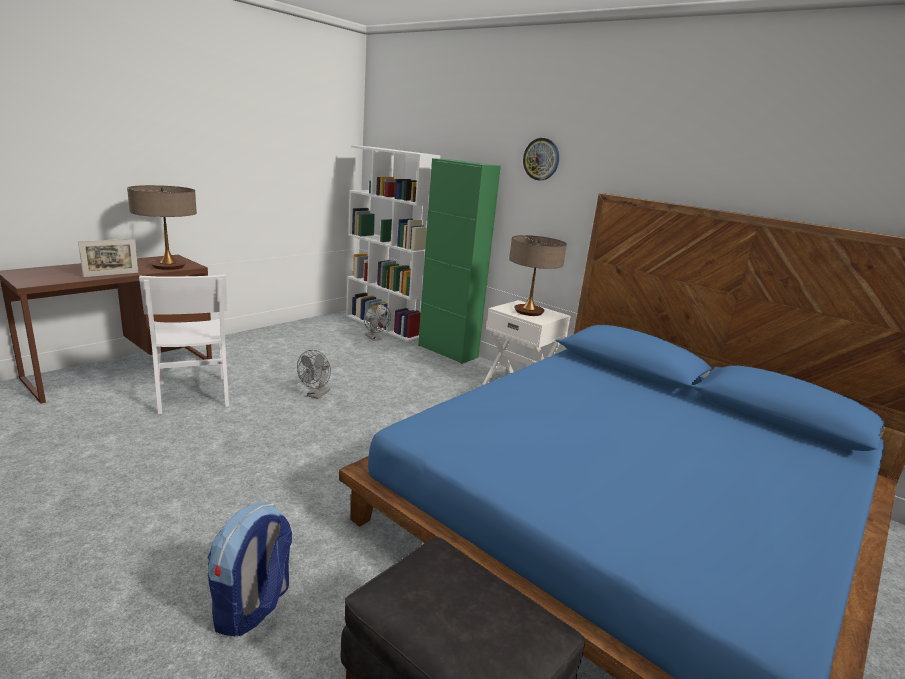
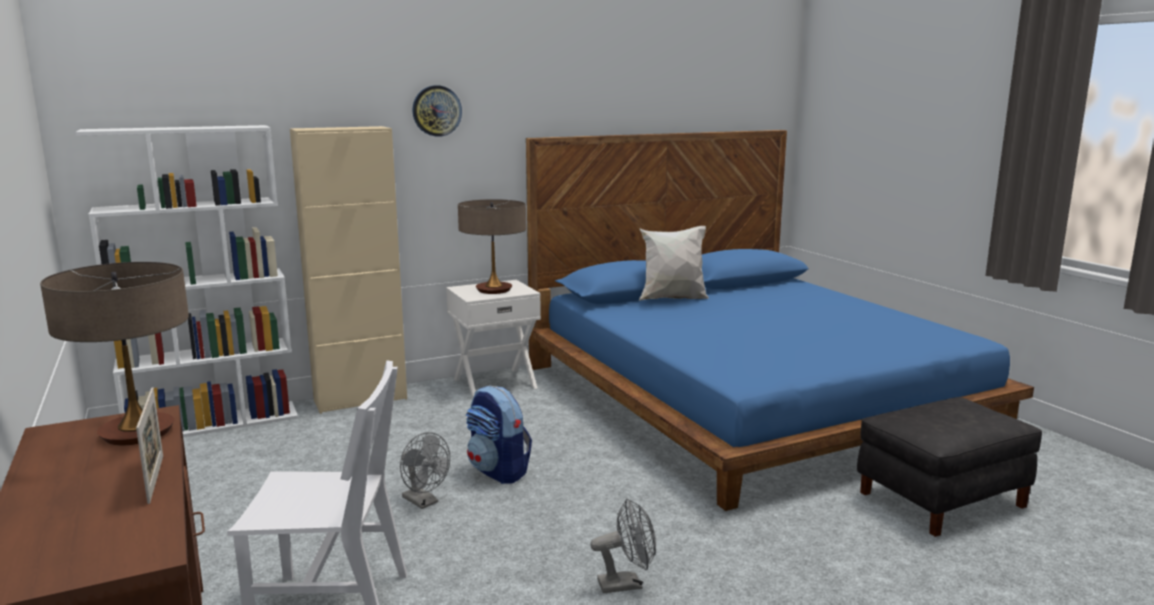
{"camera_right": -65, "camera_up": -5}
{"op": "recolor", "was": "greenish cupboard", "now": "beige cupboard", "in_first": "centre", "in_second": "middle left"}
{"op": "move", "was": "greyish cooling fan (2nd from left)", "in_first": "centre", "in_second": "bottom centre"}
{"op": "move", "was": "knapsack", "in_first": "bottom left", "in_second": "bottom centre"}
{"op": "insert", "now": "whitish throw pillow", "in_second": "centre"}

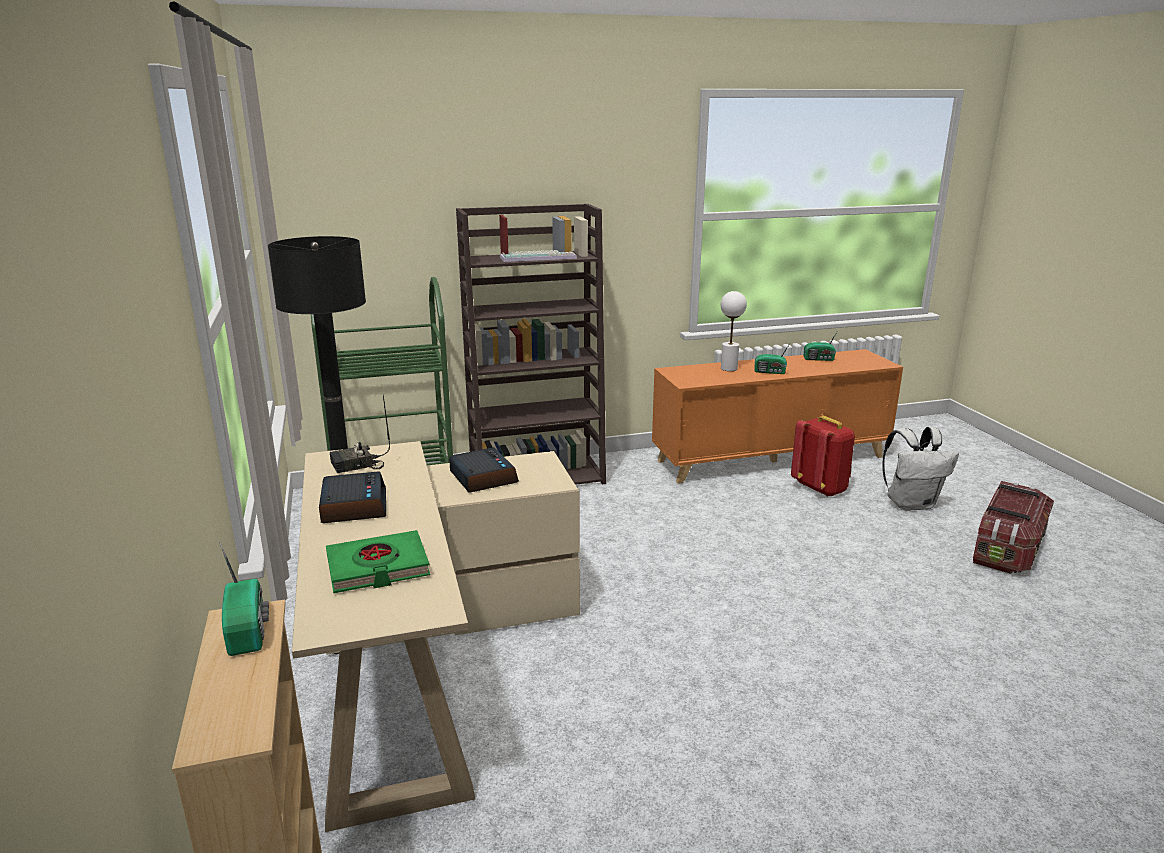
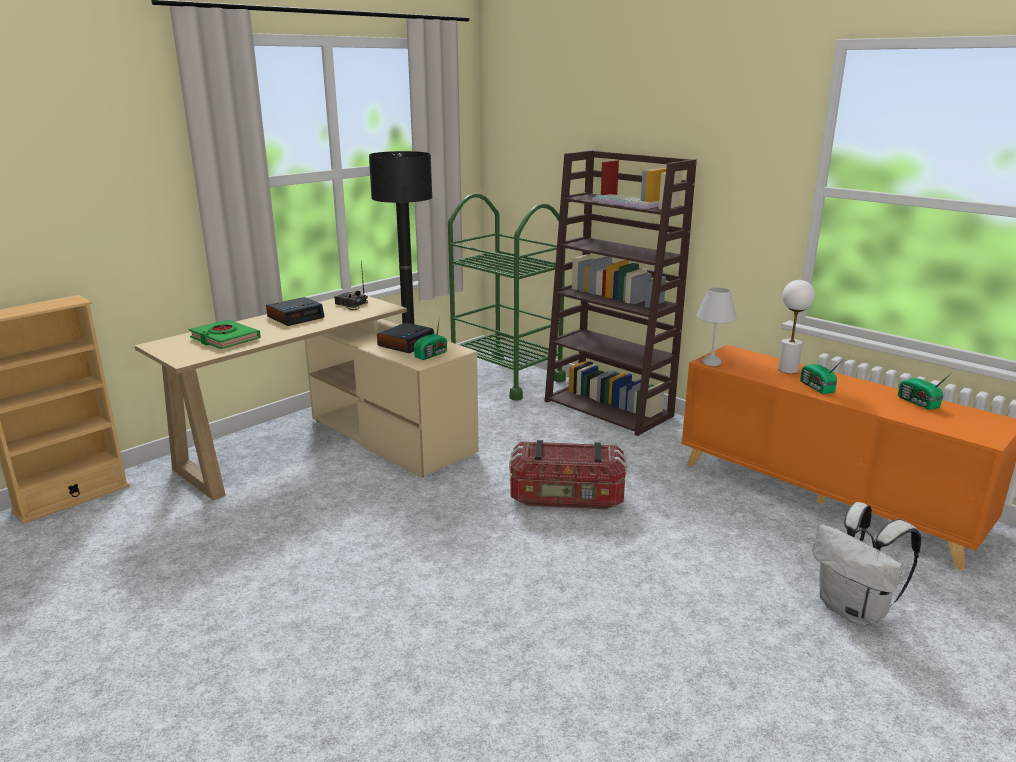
{"camera_right": 60, "camera_up": 0}
{"op": "delete", "was": "reddish knapsack", "in_first": "middle right"}
{"op": "move", "was": "storage bin", "in_first": "middle right", "in_second": "centre"}
{"op": "move", "was": "radio receiver (1st from left in the first image)", "now": "radio receiver (2nd from left)", "in_first": "bottom left", "in_second": "centre"}
{"op": "insert", "now": "whitish tabletop lamp (1st from left)", "in_second": "middle right"}

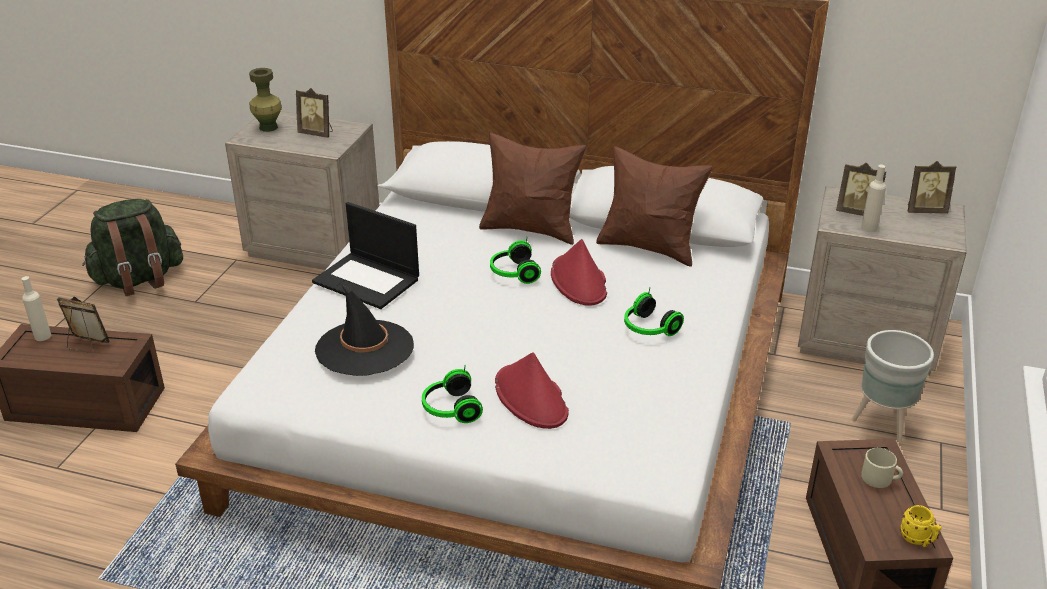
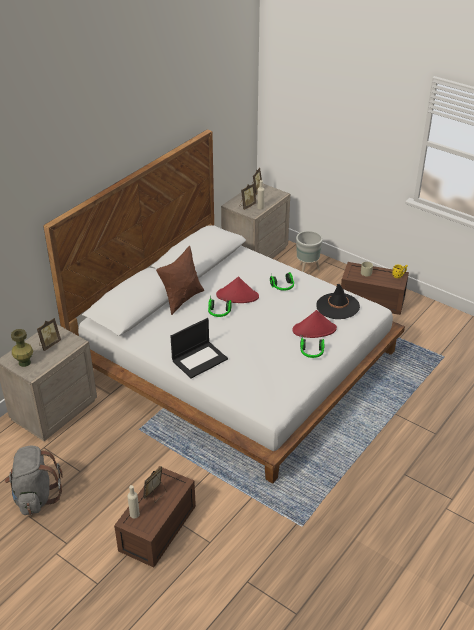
{"camera_right": -70, "camera_up": 5}
{"op": "delete", "was": "brownish throw pillow (2nd from left)", "in_first": "centre"}
{"op": "recolor", "was": "greenish knapsack", "now": "greyish knapsack", "in_first": "middle left", "in_second": "bottom left"}
{"op": "move", "was": "black wearable hat", "in_first": "centre", "in_second": "middle right"}

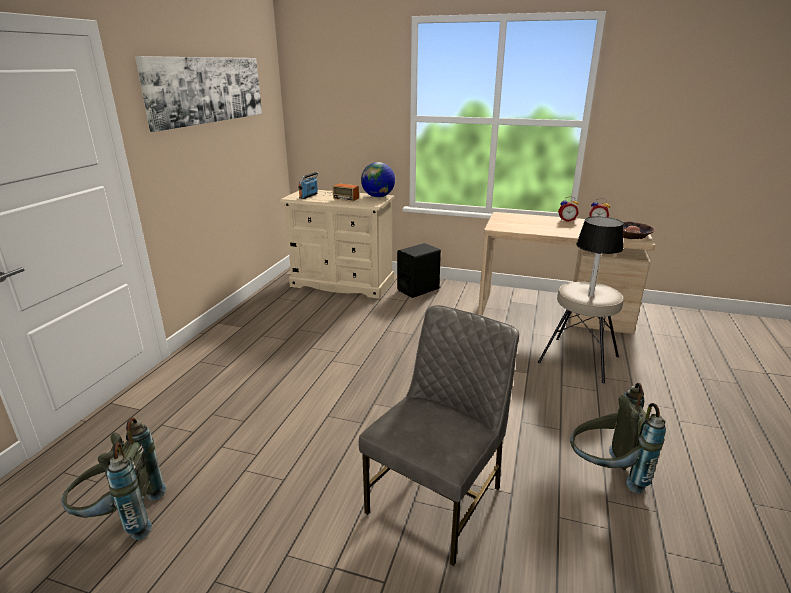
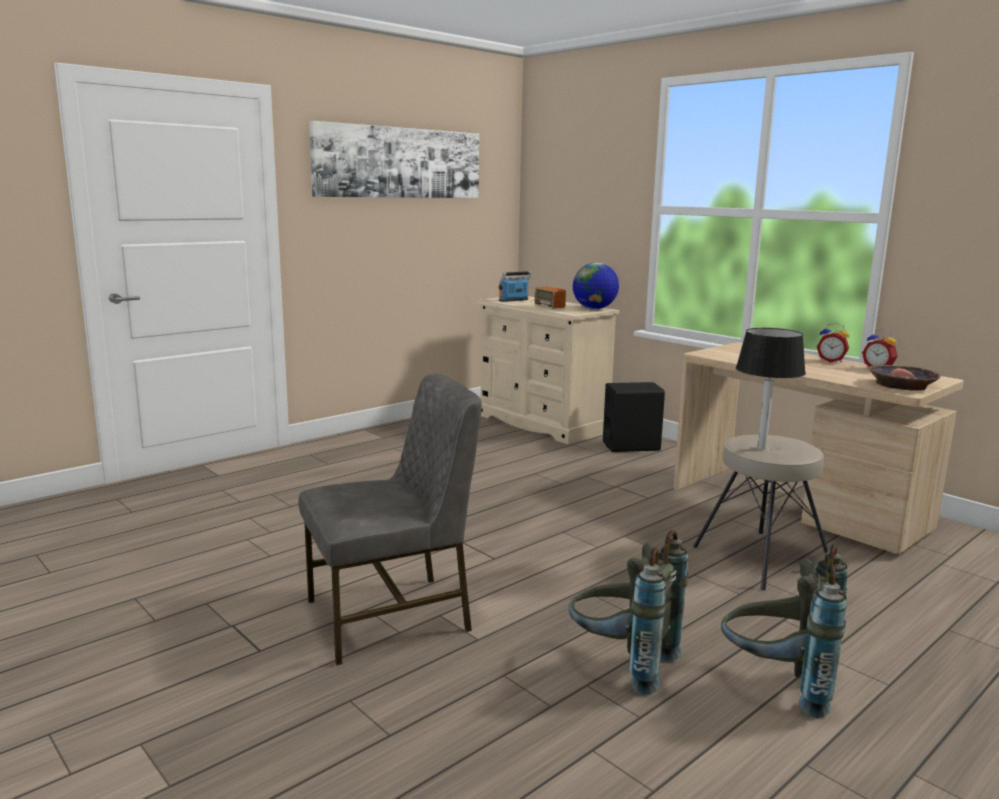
{"camera_right": 30, "camera_up": -10}
{"op": "move", "was": "greyish knapsack (1st from left in the first image)", "now": "greyish knapsack (2nd from left)", "in_first": "bottom left", "in_second": "bottom right"}

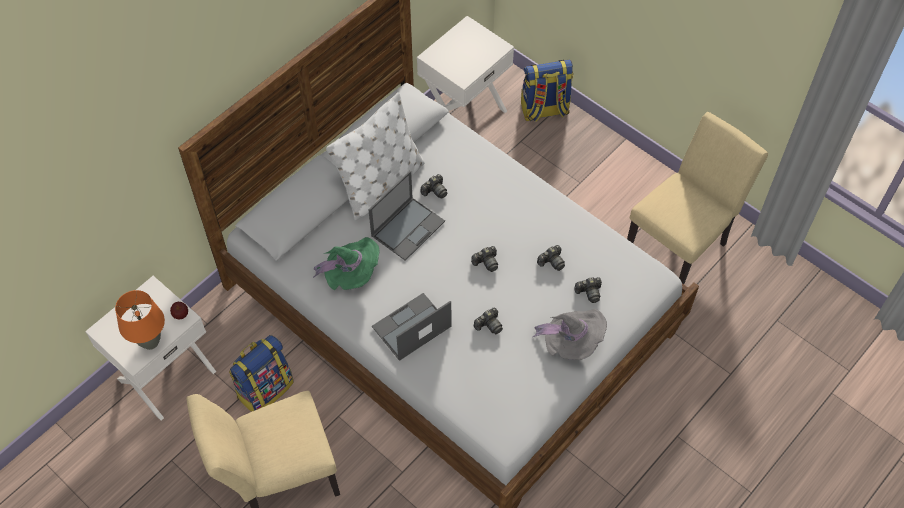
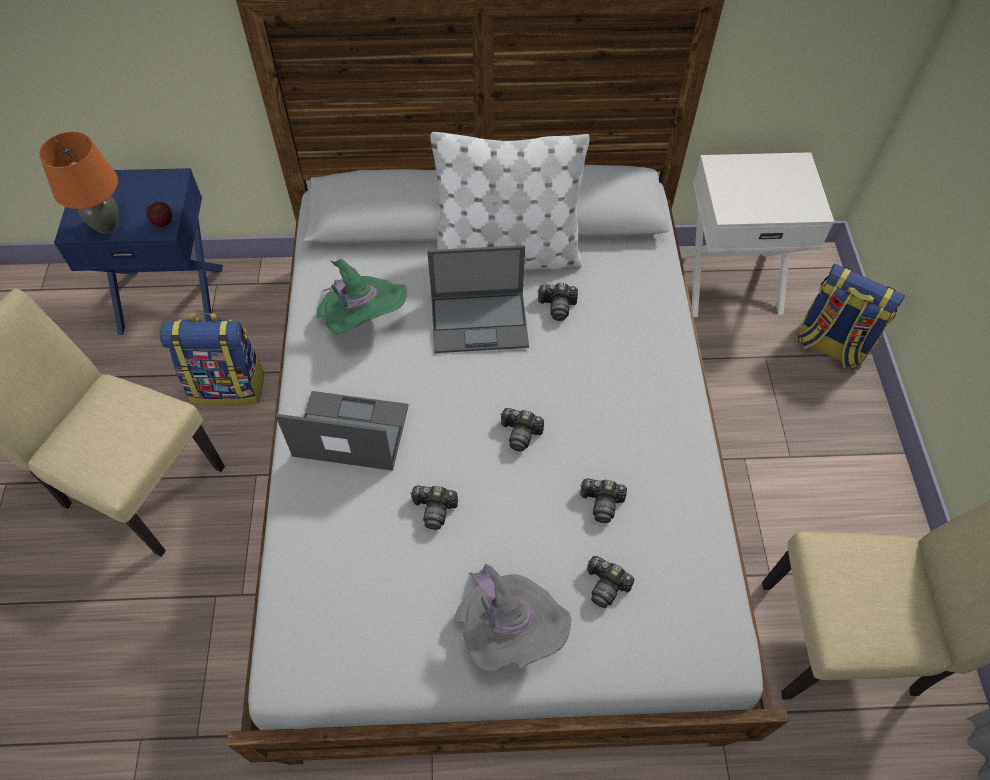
{"camera_right": 45, "camera_up": 0}
{"op": "recolor", "was": "whitish bedside table (1st from left)", "now": "bluish bedside table", "in_first": "bottom left", "in_second": "top left"}

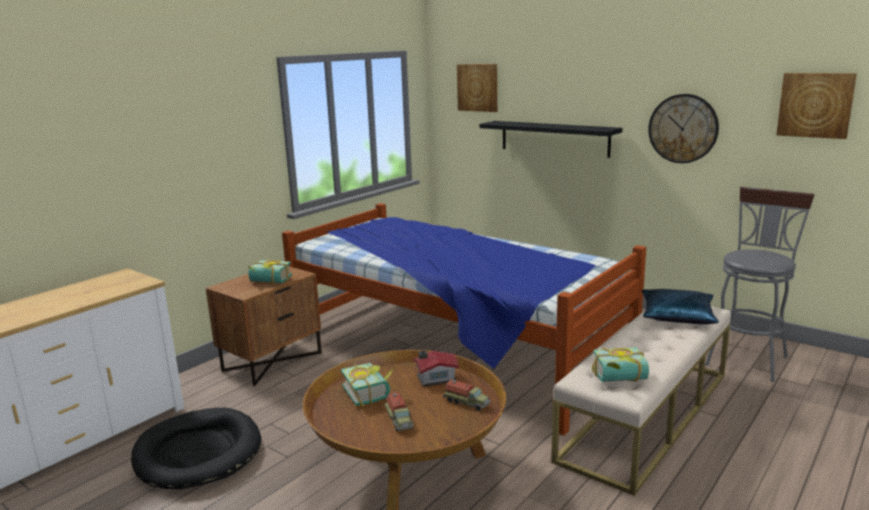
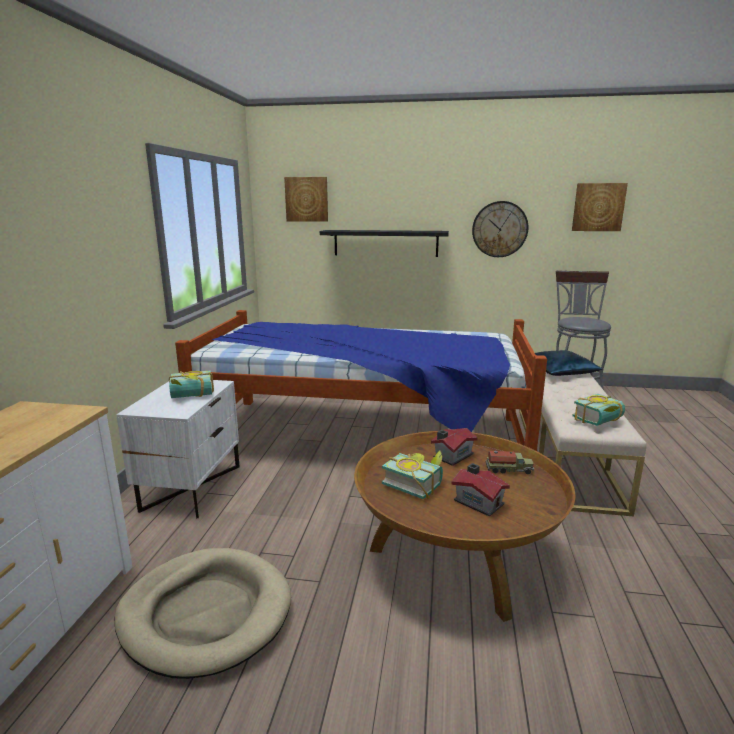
{"camera_right": -30, "camera_up": 0}
{"op": "recolor", "was": "brownish bedside table", "now": "whitish bedside table", "in_first": "middle left", "in_second": "middle left"}
{"op": "replace", "was": "toy lorry (1st from left)", "now": "model house (2nd from left)", "in_first": "bottom centre", "in_second": "bottom centre"}
{"op": "recolor", "was": "black dog bed", "now": "beige dog bed", "in_first": "bottom left", "in_second": "bottom left"}

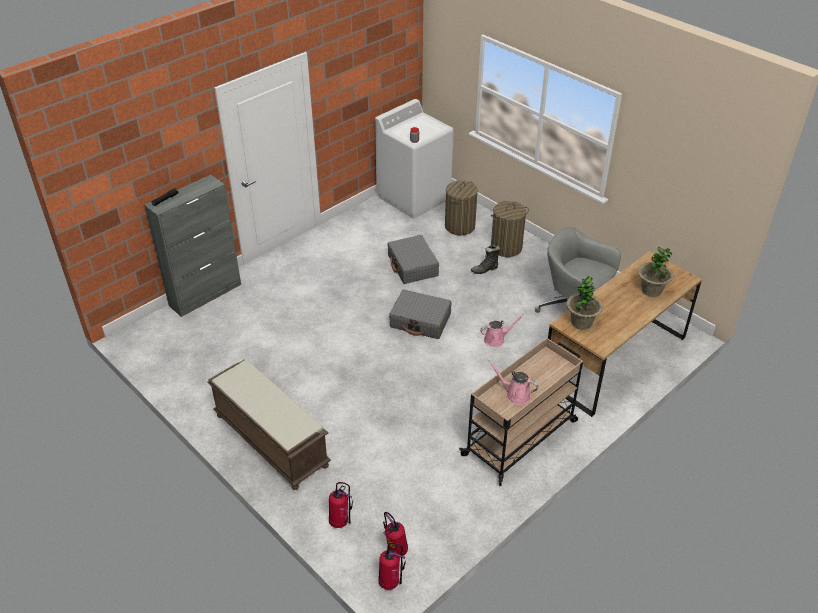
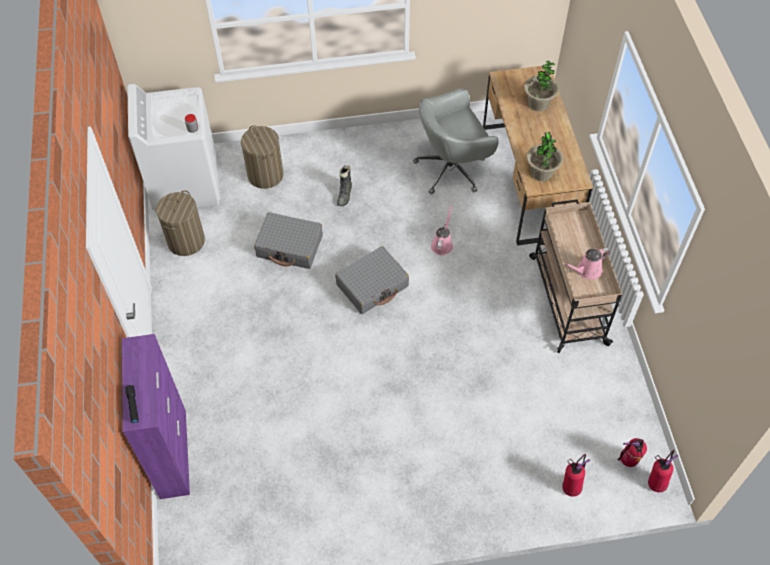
{"camera_right": -55, "camera_up": 15}
{"op": "recolor", "was": "greyish cupboard", "now": "purplish cupboard", "in_first": "middle left", "in_second": "bottom left"}
{"op": "move", "was": "laundry basket (2nd from left in the first image)", "now": "laundry basket (1st from left)", "in_first": "centre", "in_second": "middle left"}
{"op": "delete", "was": "brownish indoor bench", "in_first": "bottom left"}

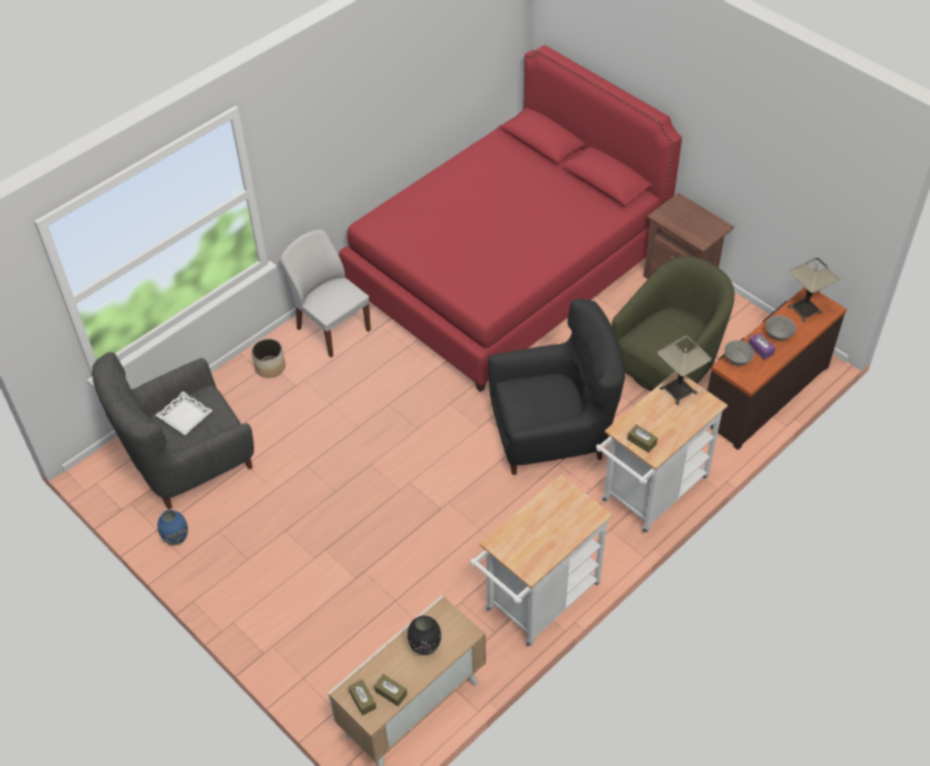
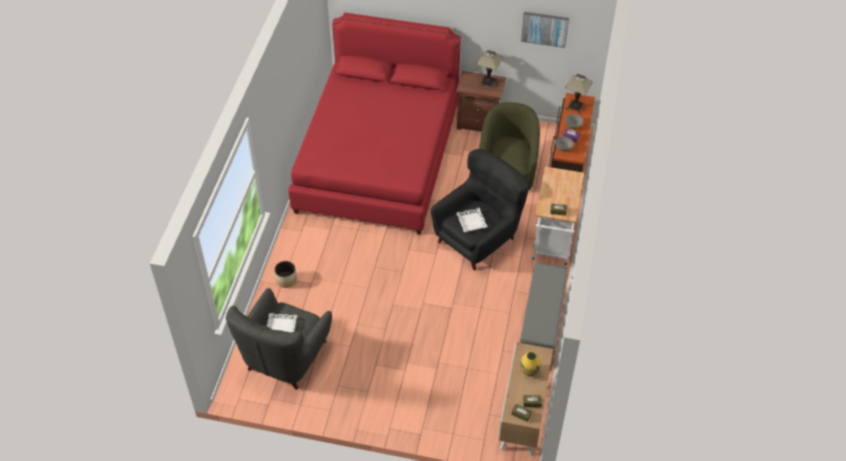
{"camera_right": -35, "camera_up": 0}
{"op": "delete", "was": "whitish upright chair", "in_first": "centre"}
{"op": "move", "was": "tabletop lamp (1st from left)", "in_first": "middle right", "in_second": "top centre"}
{"op": "replace", "was": "whitish wheeled cart (1st from left)", "now": "greyish indoor bench", "in_first": "bottom centre", "in_second": "bottom centre"}
{"op": "delete", "was": "bluish vase", "in_first": "bottom left"}
{"op": "recolor", "was": "black vase", "now": "yellow vase", "in_first": "bottom centre", "in_second": "bottom centre"}
{"op": "insert", "now": "wall art", "in_second": "top centre"}
{"op": "insert", "now": "whitish carrying tray (2nd from left)", "in_second": "centre"}

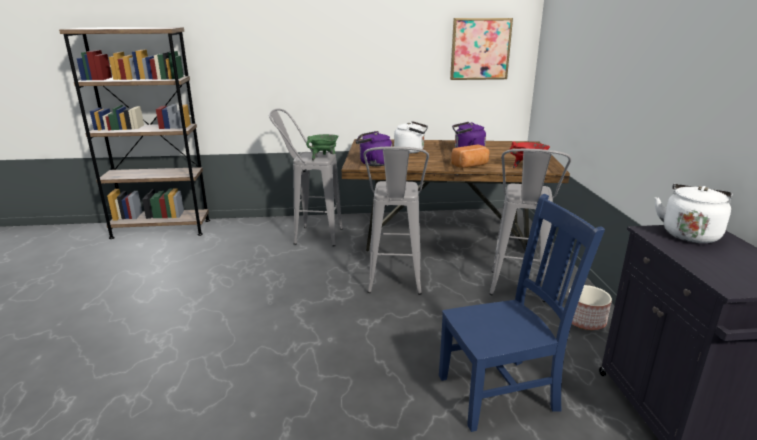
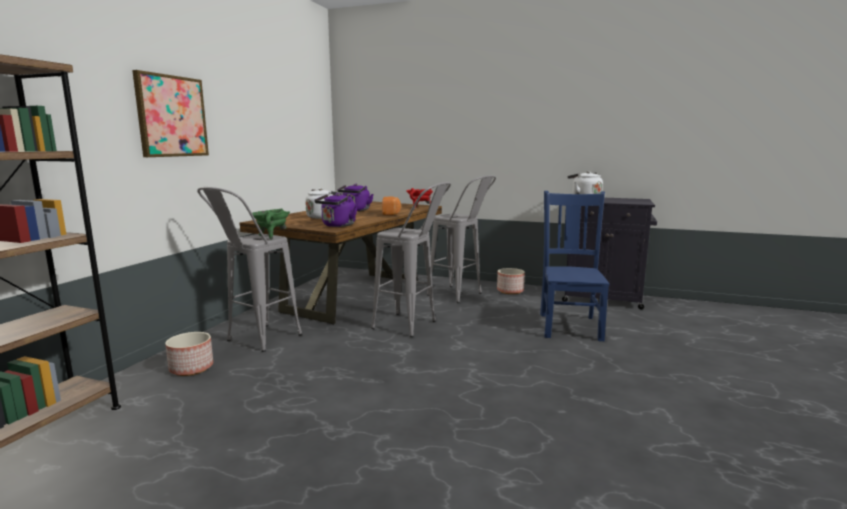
{"camera_right": -65, "camera_up": -10}
{"op": "move", "was": "wall art", "in_first": "top centre", "in_second": "top left"}
{"op": "insert", "now": "planter (1st from left)", "in_second": "bottom left"}

